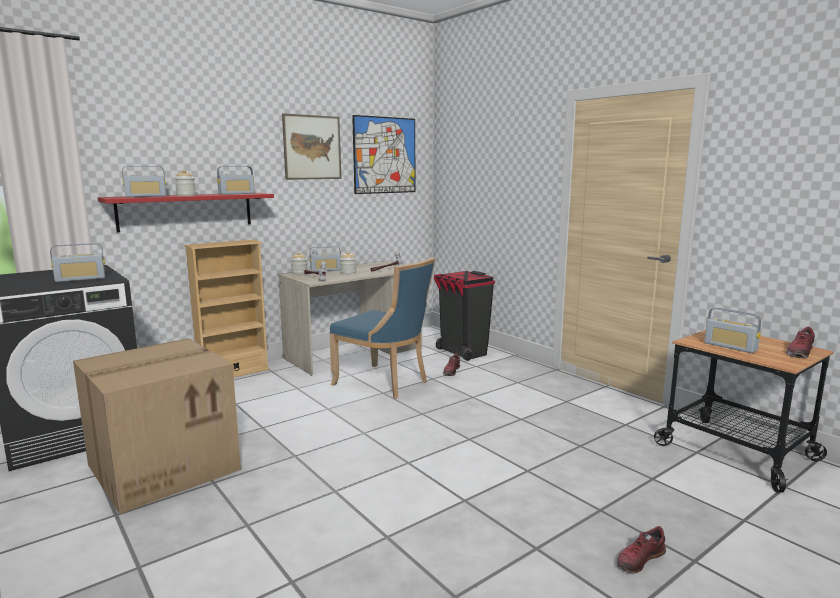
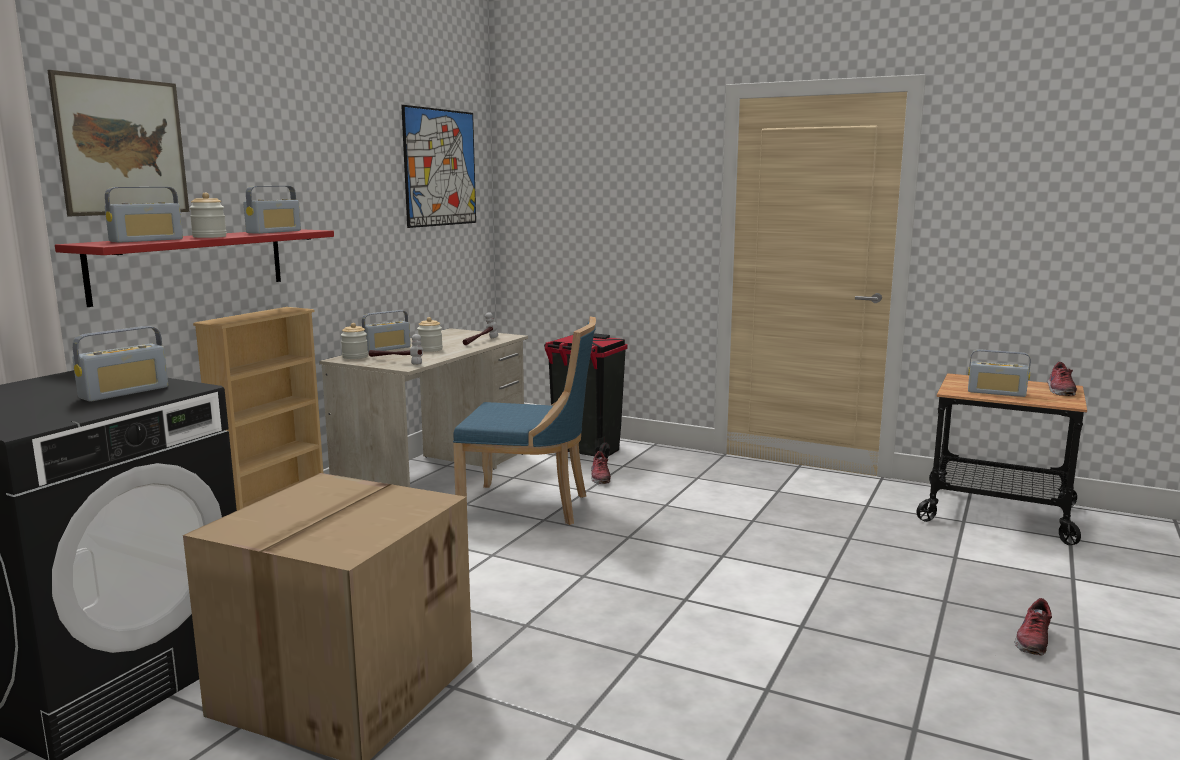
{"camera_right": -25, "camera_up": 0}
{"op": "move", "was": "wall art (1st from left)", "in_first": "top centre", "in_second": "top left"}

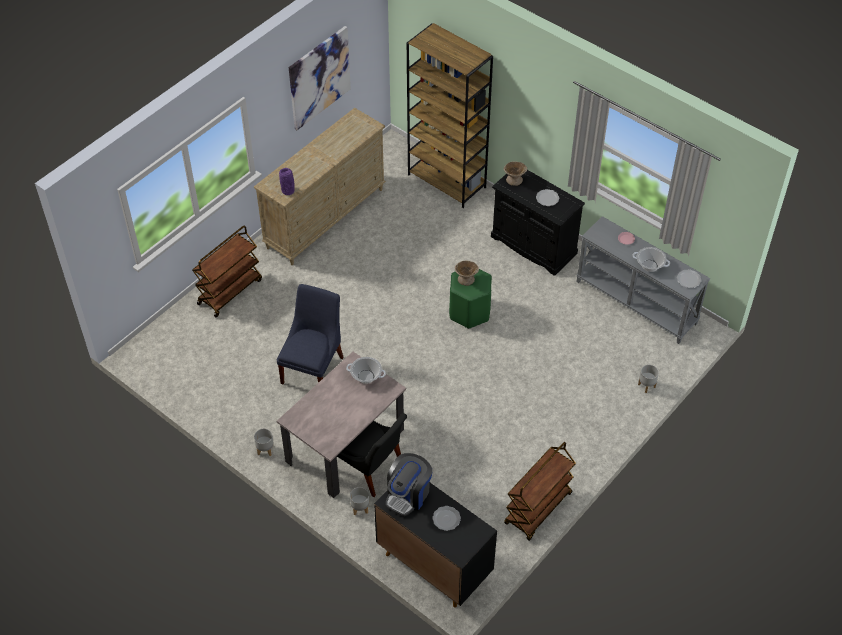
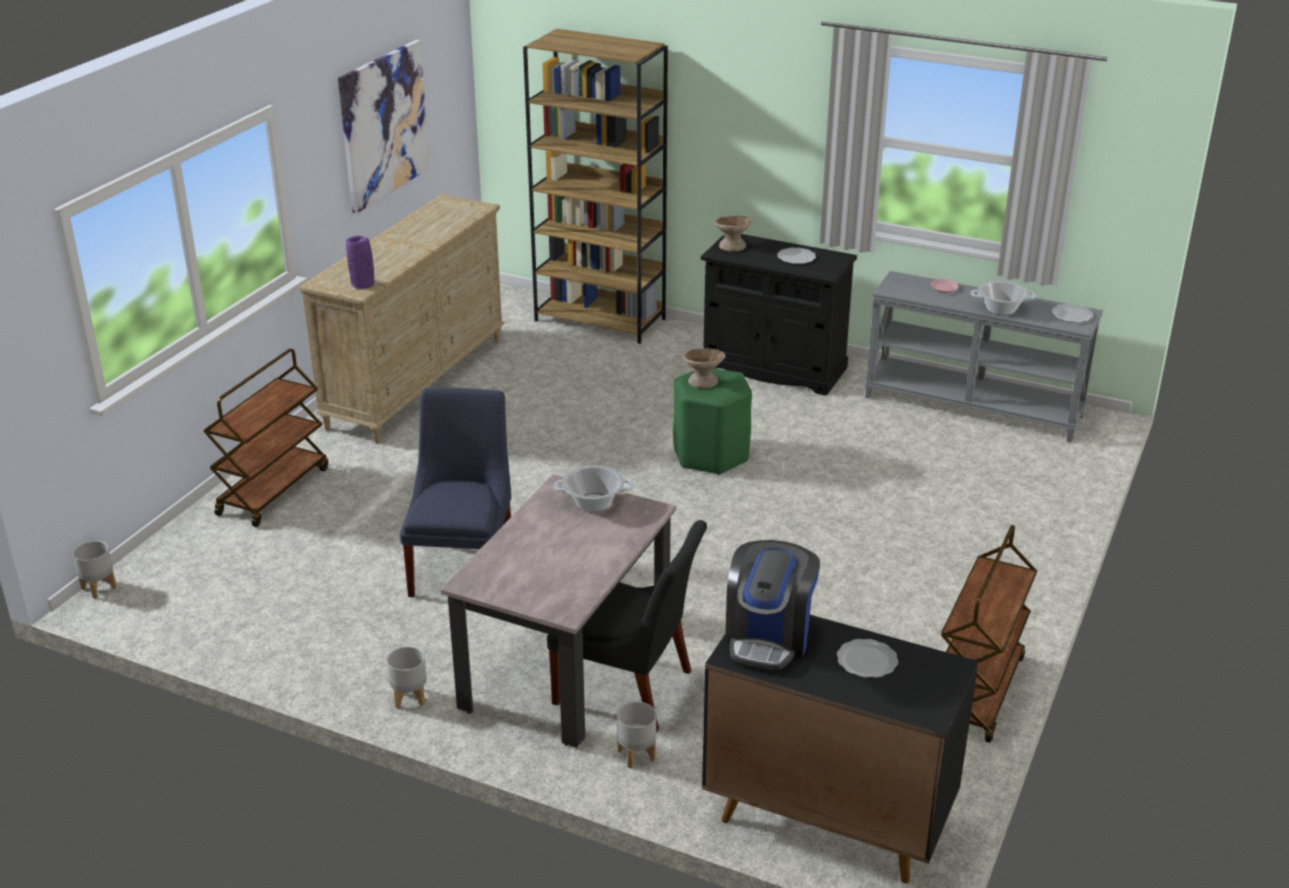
{"camera_right": -15, "camera_up": -20}
{"op": "move", "was": "greyish planter (3rd from left in the first image)", "now": "greyish planter (1st from left)", "in_first": "middle right", "in_second": "middle left"}

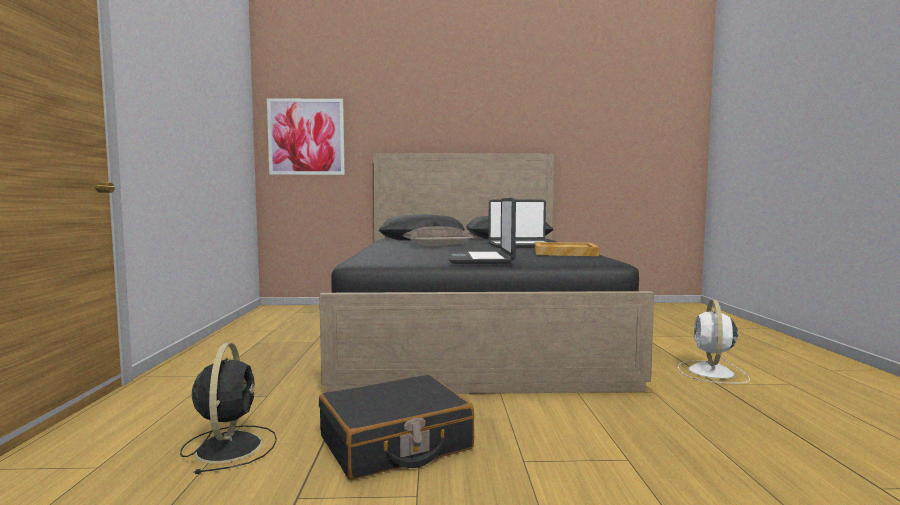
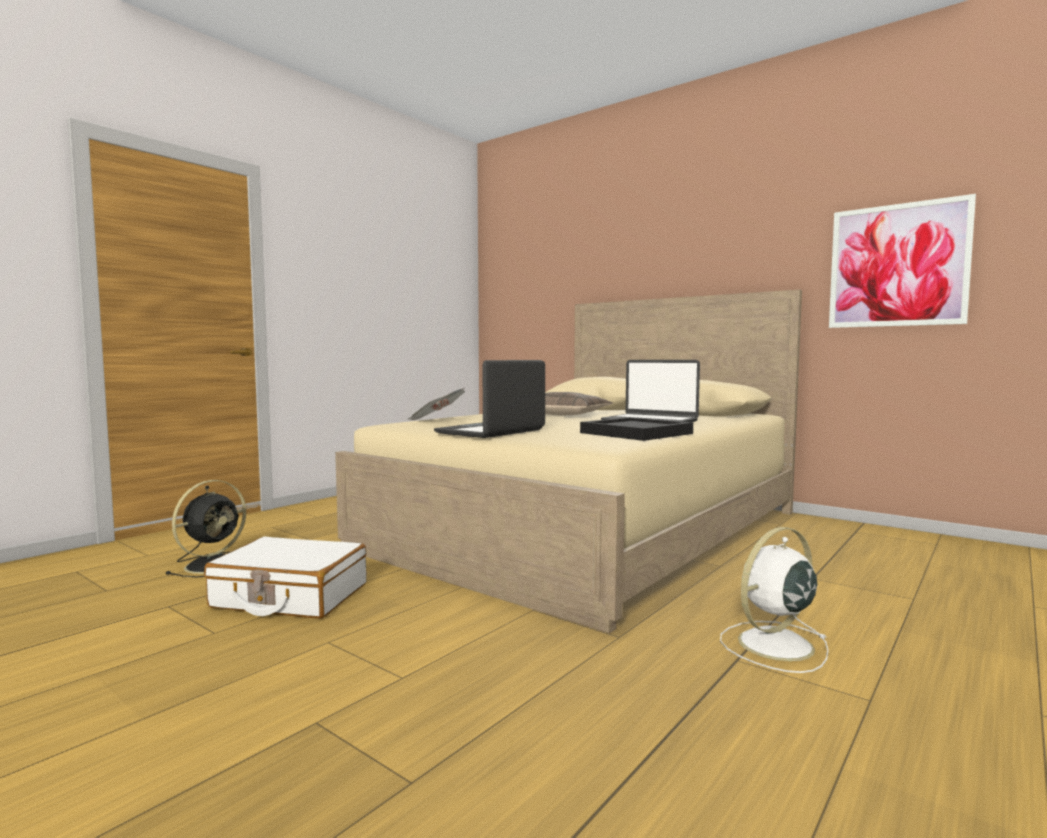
{"camera_right": 40, "camera_up": 0}
{"op": "move", "was": "wall art", "in_first": "top centre", "in_second": "top right"}
{"op": "recolor", "was": "black sleeping bed", "now": "beige sleeping bed", "in_first": "centre", "in_second": "centre"}
{"op": "recolor", "was": "beige carrying tray", "now": "black carrying tray", "in_first": "centre", "in_second": "centre"}
{"op": "recolor", "was": "black piece of luggage", "now": "whitish piece of luggage", "in_first": "bottom centre", "in_second": "bottom left"}
{"op": "insert", "now": "newspaper", "in_second": "centre"}

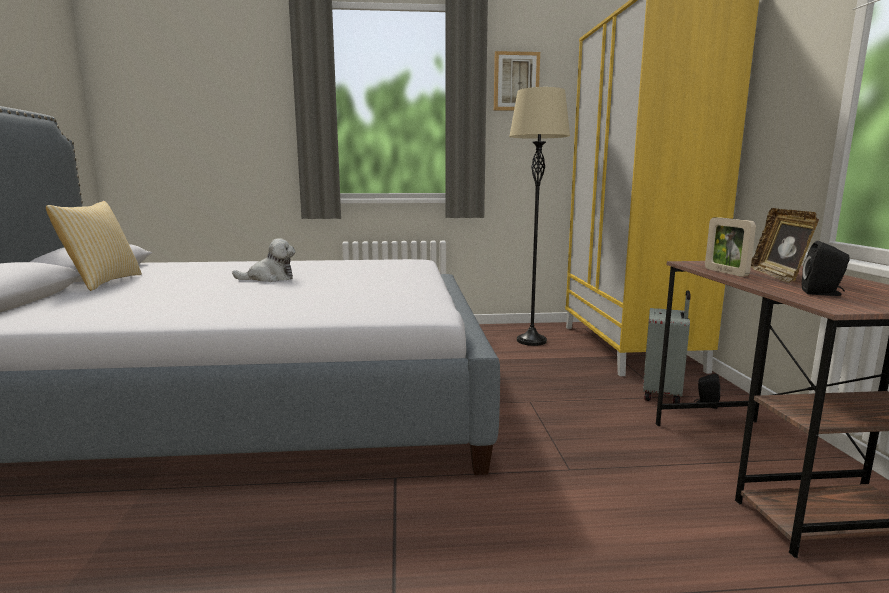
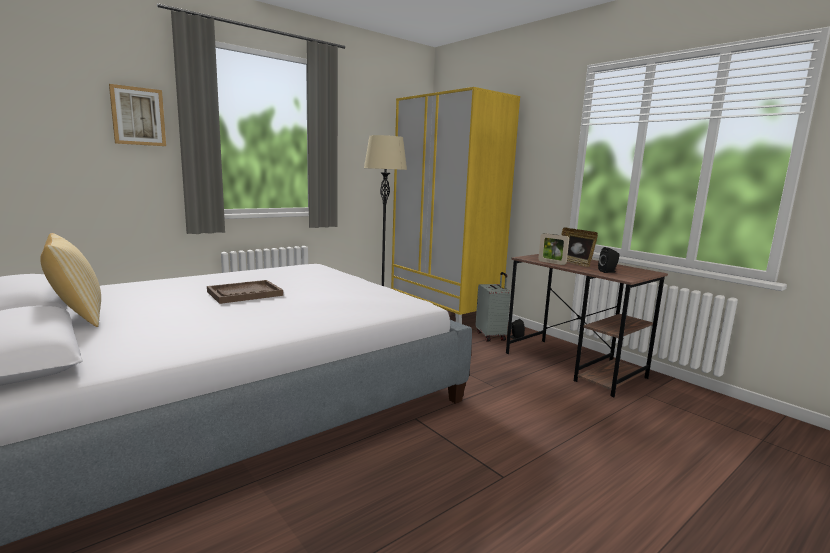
{"camera_right": -35, "camera_up": 0}
{"op": "move", "was": "wall art", "in_first": "top centre", "in_second": "top left"}
{"op": "replace", "was": "soft toy", "now": "brownish carrying tray", "in_first": "middle left", "in_second": "middle left"}

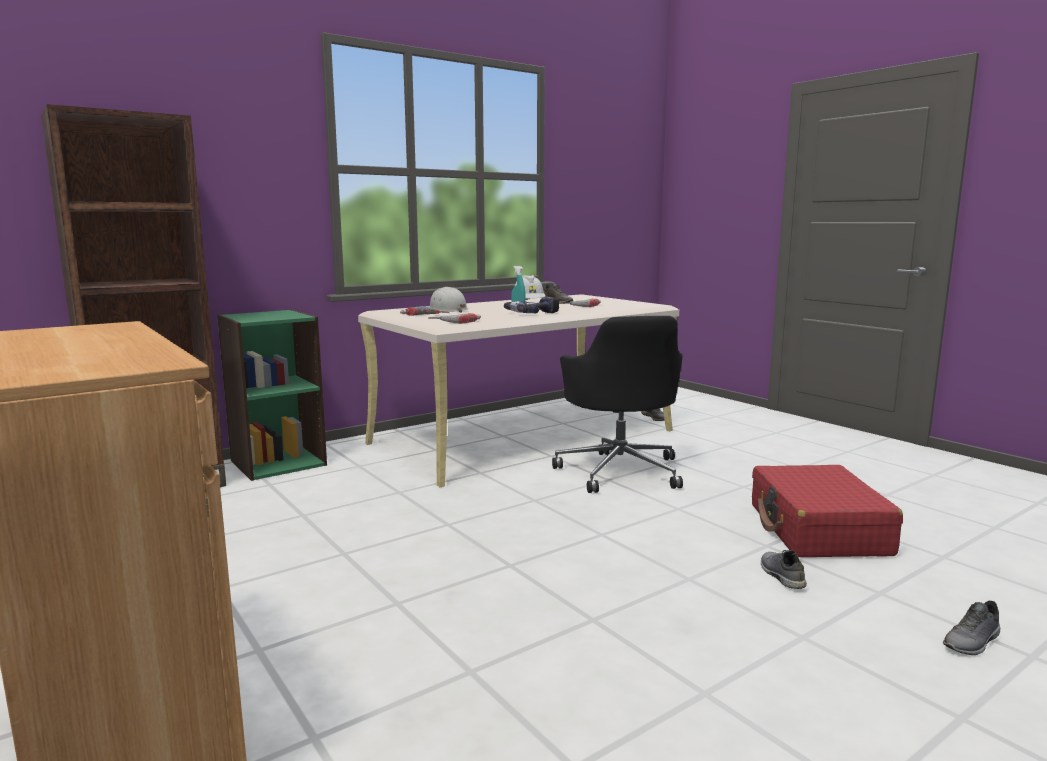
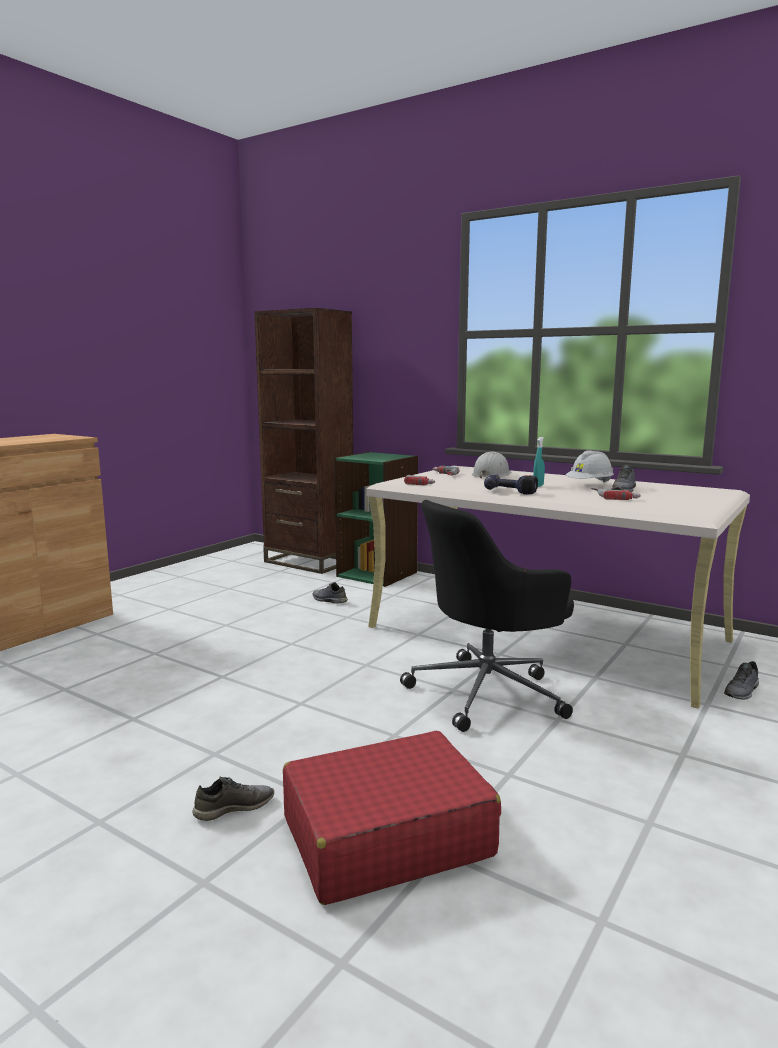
{"camera_right": 70, "camera_up": 0}
{"op": "move", "was": "greyish low shoe (4th from left in the first image)", "now": "greyish low shoe (2nd from left)", "in_first": "bottom right", "in_second": "centre"}

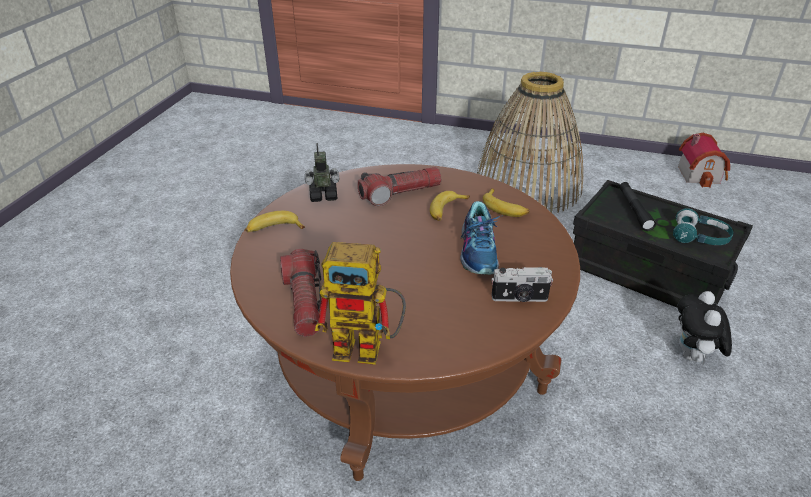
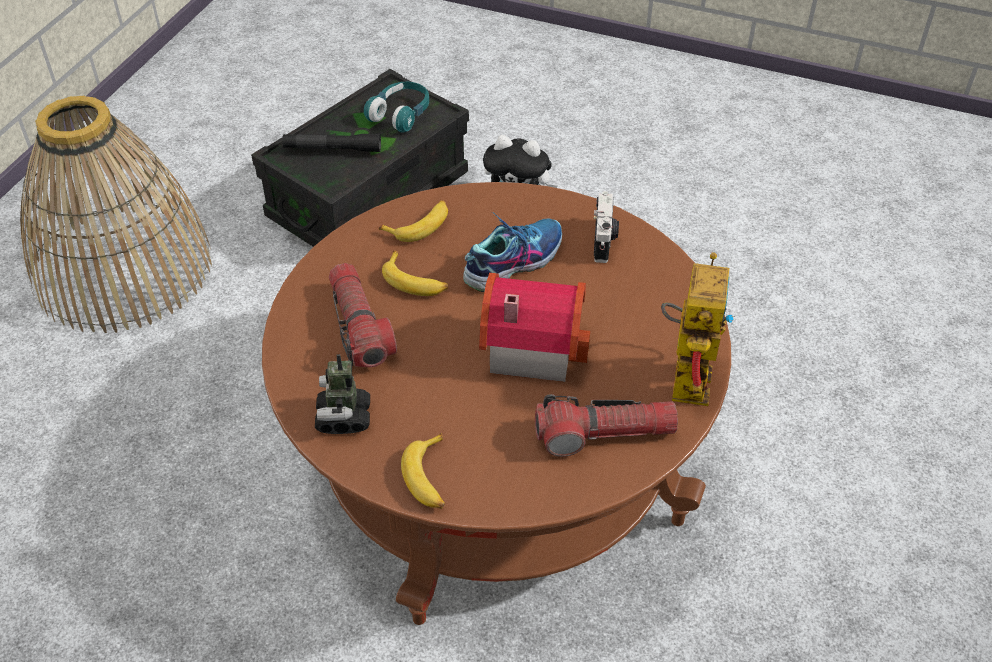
{"camera_right": -85, "camera_up": 10}
{"op": "move", "was": "model house", "in_first": "top right", "in_second": "centre"}
{"op": "rotate", "was": "low shoe", "in_first": "centre", "in_second": "centre", "clockwise": -45}

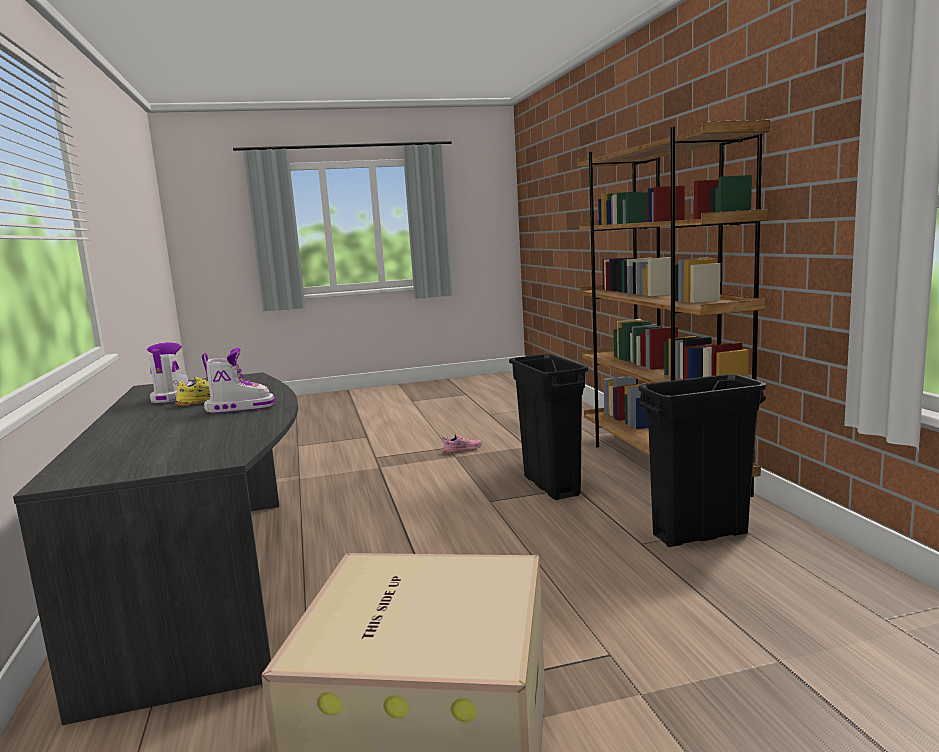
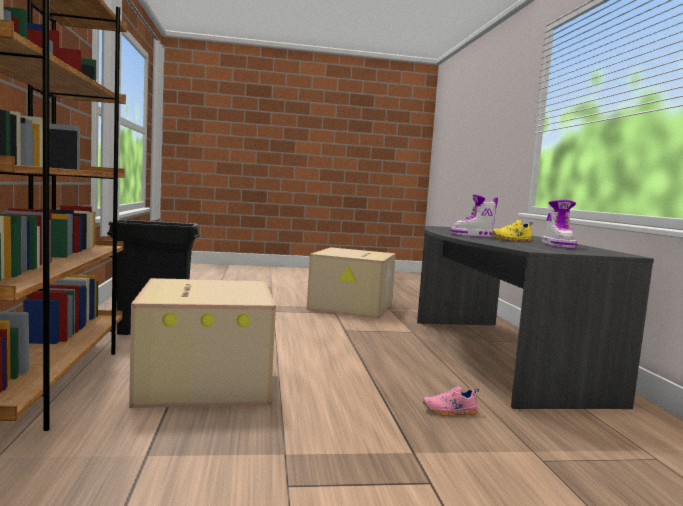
{"camera_right": -175, "camera_up": -5}
{"op": "replace", "was": "black trash can (1st from left)", "now": "packing box (1st from left)", "in_first": "centre", "in_second": "bottom left"}
{"op": "move", "was": "pink low shoe", "in_first": "centre", "in_second": "bottom centre"}

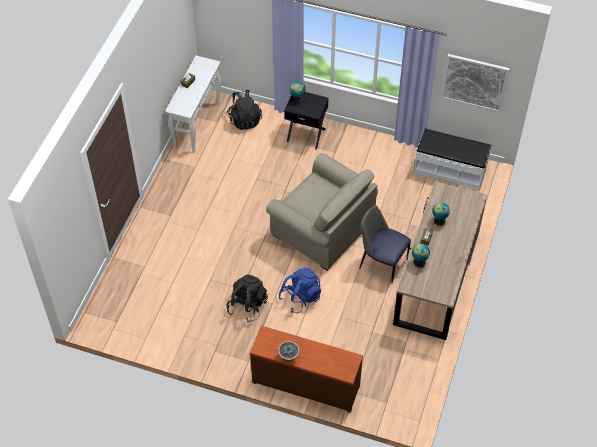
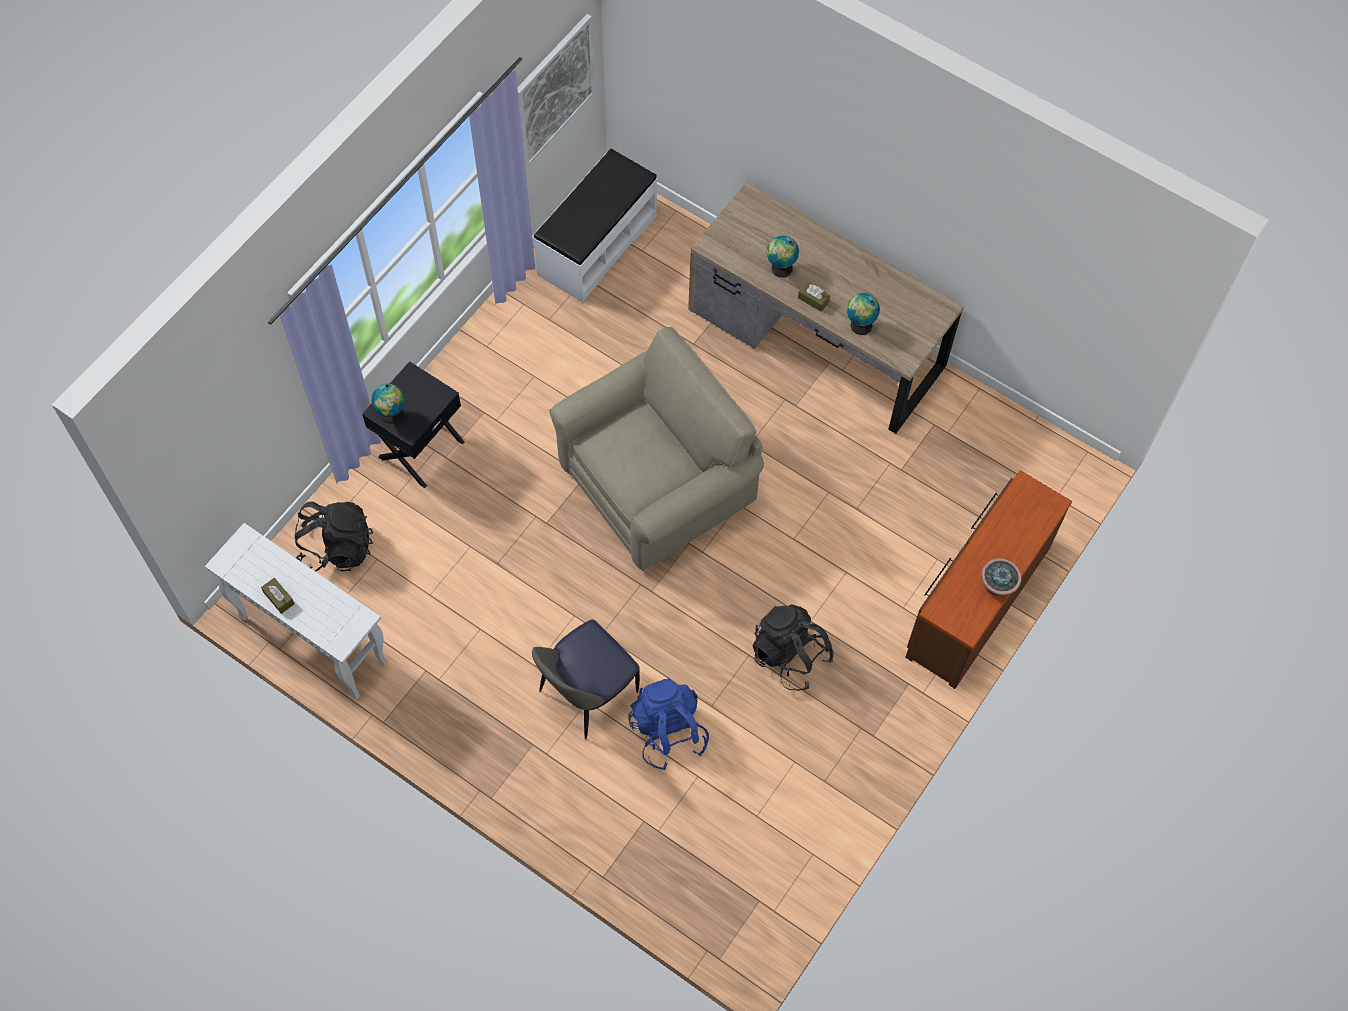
{"camera_right": -75, "camera_up": 10}
{"op": "move", "was": "upright chair", "in_first": "centre", "in_second": "bottom centre"}
{"op": "move", "was": "bluish knapsack", "in_first": "centre", "in_second": "bottom centre"}

